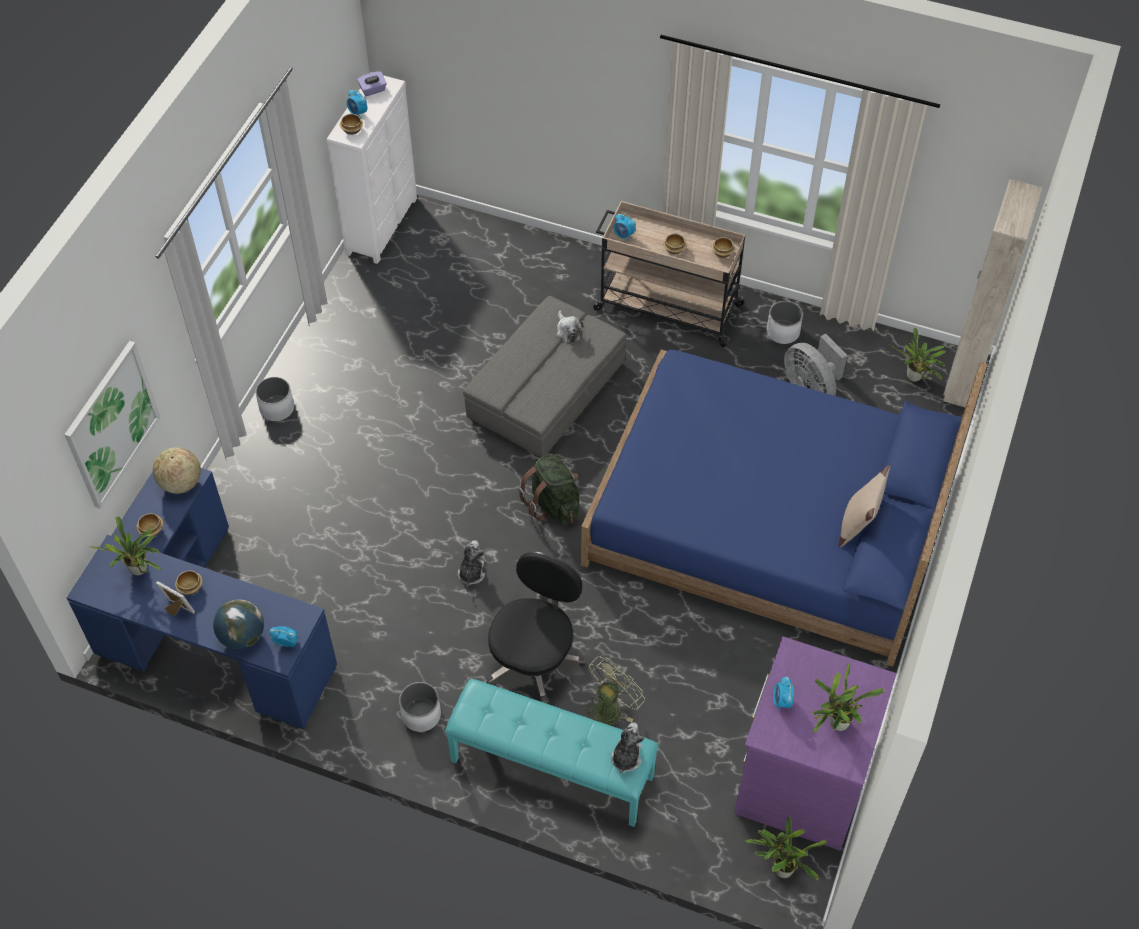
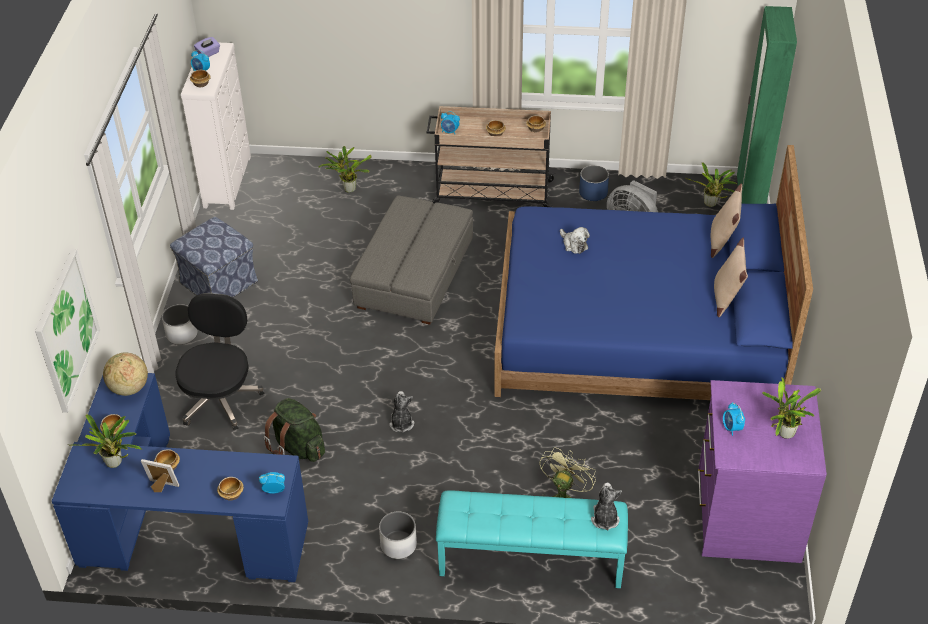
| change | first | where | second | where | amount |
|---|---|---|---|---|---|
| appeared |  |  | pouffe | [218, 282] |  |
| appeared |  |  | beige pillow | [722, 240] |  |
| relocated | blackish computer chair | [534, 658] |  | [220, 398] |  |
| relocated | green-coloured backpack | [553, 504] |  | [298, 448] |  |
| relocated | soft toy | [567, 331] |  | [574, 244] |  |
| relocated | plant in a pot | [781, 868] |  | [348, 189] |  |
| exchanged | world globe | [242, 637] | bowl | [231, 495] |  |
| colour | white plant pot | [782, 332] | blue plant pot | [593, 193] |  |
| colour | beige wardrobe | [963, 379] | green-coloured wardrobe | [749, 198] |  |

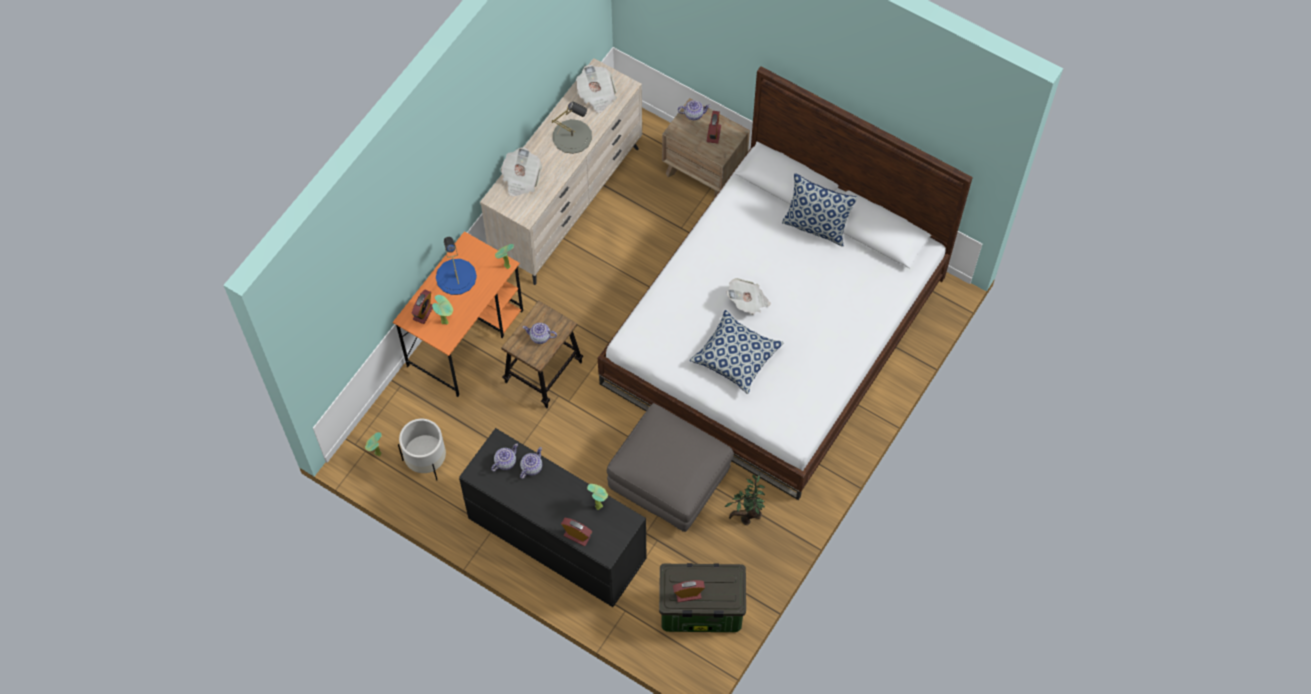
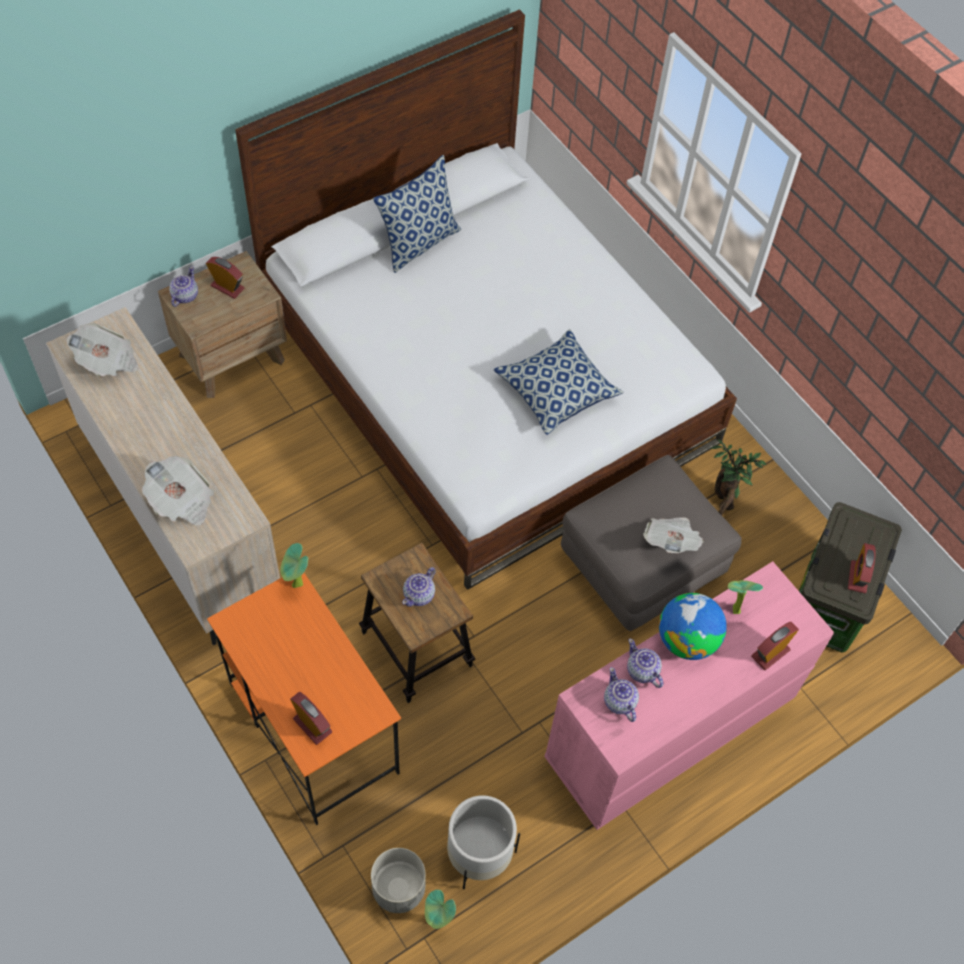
| change | first | where | second | where | amount |
|---|---|---|---|---|---|
| missing | plant in a pot | [446, 321] |  |  |  |
| missing | blue tabletop lamp | [456, 277] |  |  |  |
| missing | gray tabletop lamp | [572, 136] |  |  |  |
| appeared |  |  | gray plant pot | [398, 889] |  |
| appeared |  |  | world globe | [687, 640] |  |
| relocated | daily paper | [748, 302] |  | [671, 542] |  |
| colour | blackish chest of drawers | [556, 539] | pink chest of drawers | [668, 730] |  |

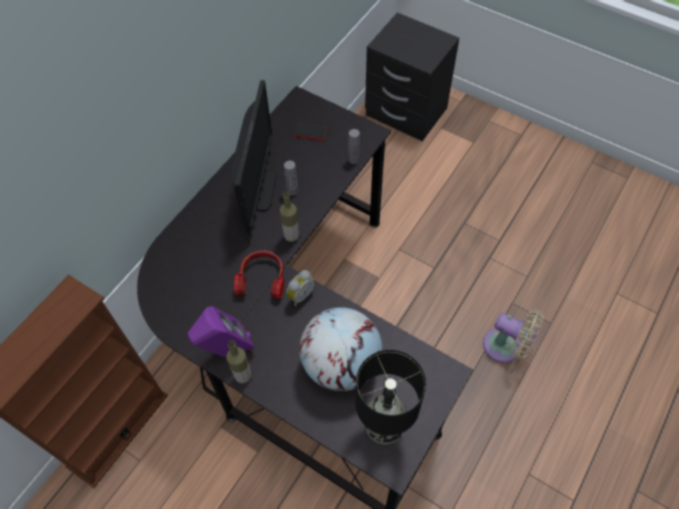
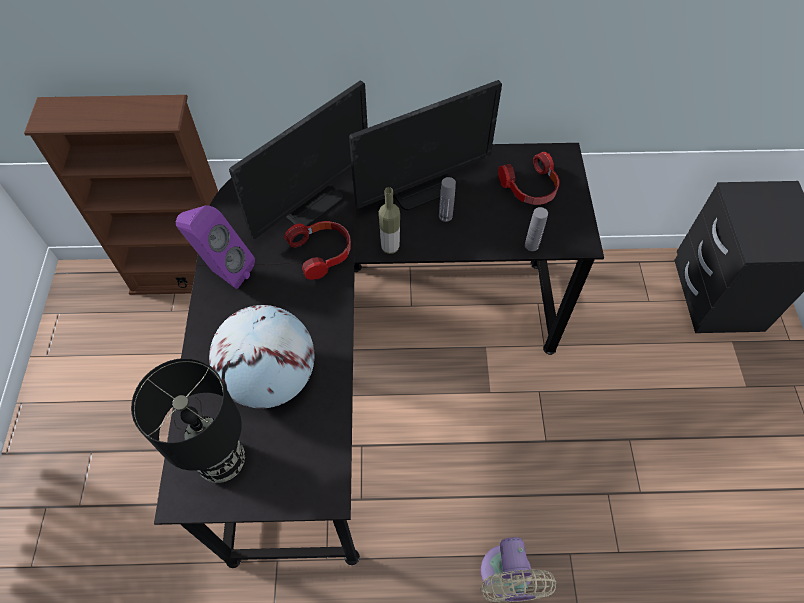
| change | first | where | second | where | amount |
|---|---|---|---|---|---|
| missing | beverage bottle | [243, 376] |  |  |  |
| missing | alarm clock | [300, 295] |  |  |  |
| appeared |  |  | computer display | [311, 203] |  |
| exchanged | telephone | [310, 132] | pair of headphones | [530, 188] |  |

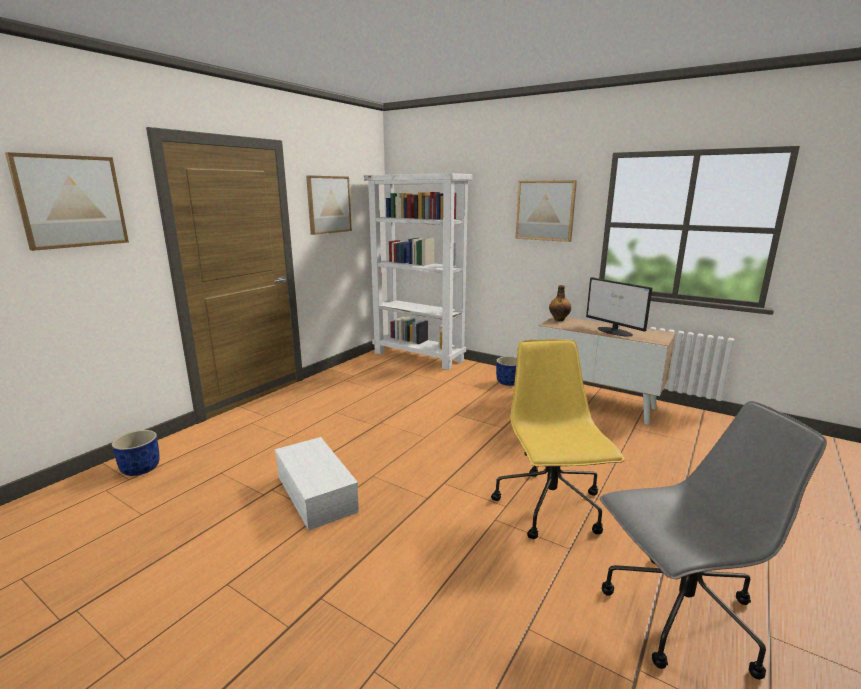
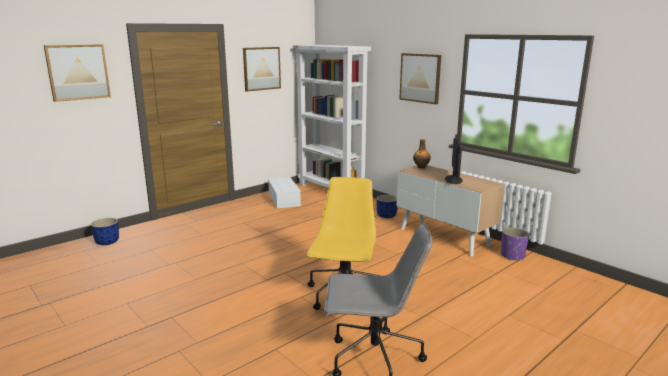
| change | first | where | second | where | amount |
|---|---|---|---|---|---|
| appeared |  |  | purple-coloured plant pot | [512, 256] |  |
| relocated | white storage container | [318, 494] |  | [284, 199] |  |
| spun | computer display | [615, 331] |  | [453, 179] | 150 degrees counterclockwise |

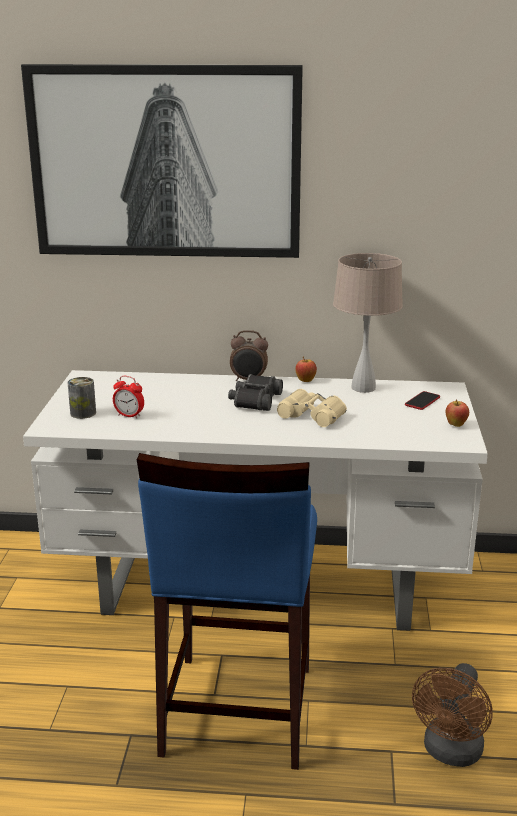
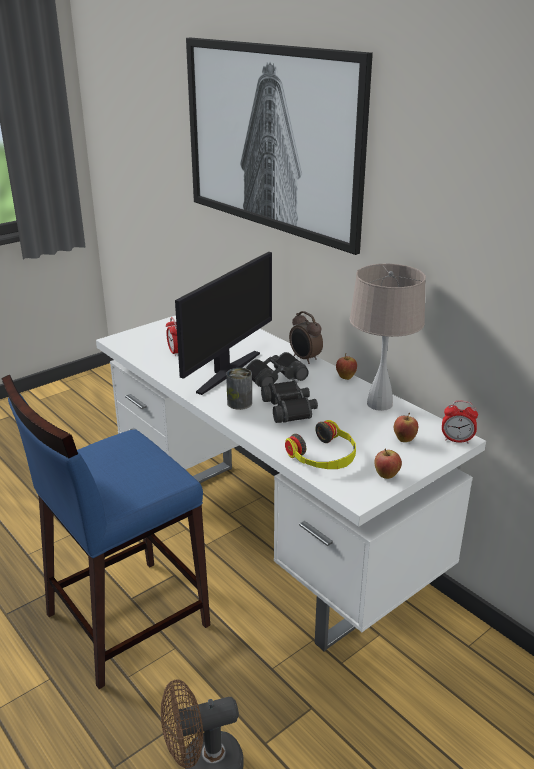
| change | first | where | second | where | amount |
|---|---|---|---|---|---|
| appeared |  |  | computer display | [226, 371] |  |
| appeared |  |  | pair of headphones | [324, 456] |  |
| appeared |  |  | alarm clock | [457, 440] |  |
| relocated | can | [83, 413] |  | [239, 403] |  |
| exchanged | telephone | [422, 401] | apple | [404, 439] |  |
| colour | beige pair of binoculars | [312, 415] | blackish pair of binoculars | [290, 408] |  |

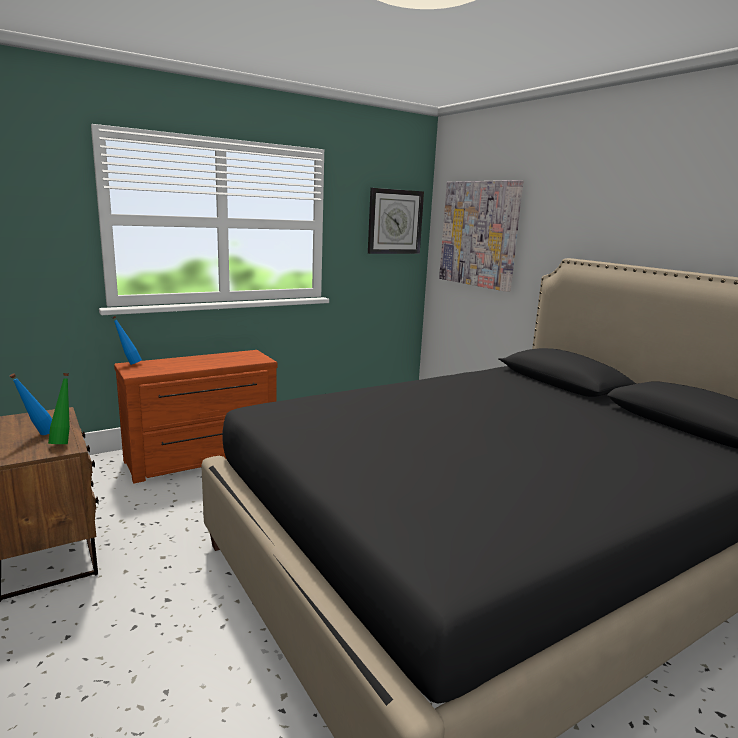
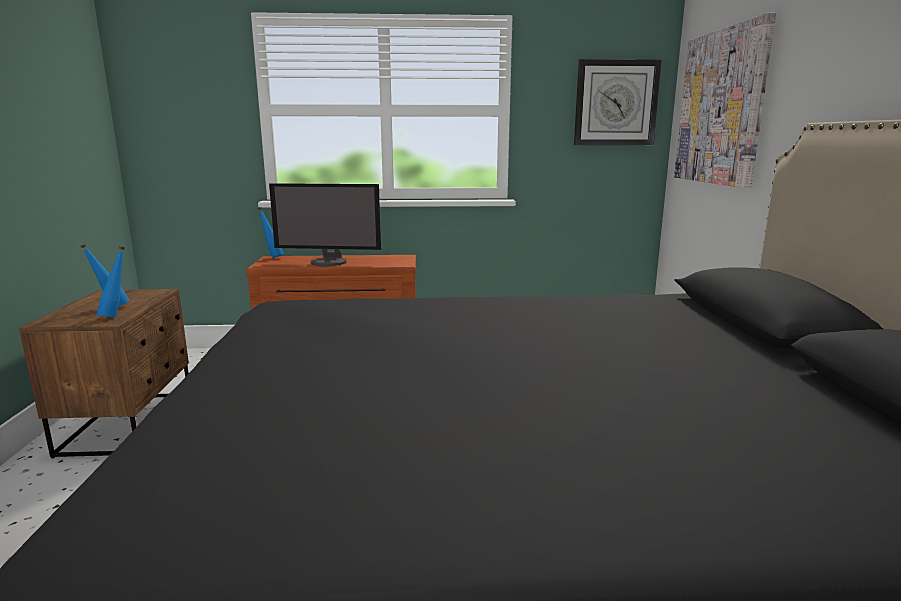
| change | first | where | second | where | amount |
|---|---|---|---|---|---|
| appeared |  |  | computer display | [329, 262] |  |
| colour | green-coloured beverage bottle | [64, 442] | blue beverage bottle | [117, 316] |  |

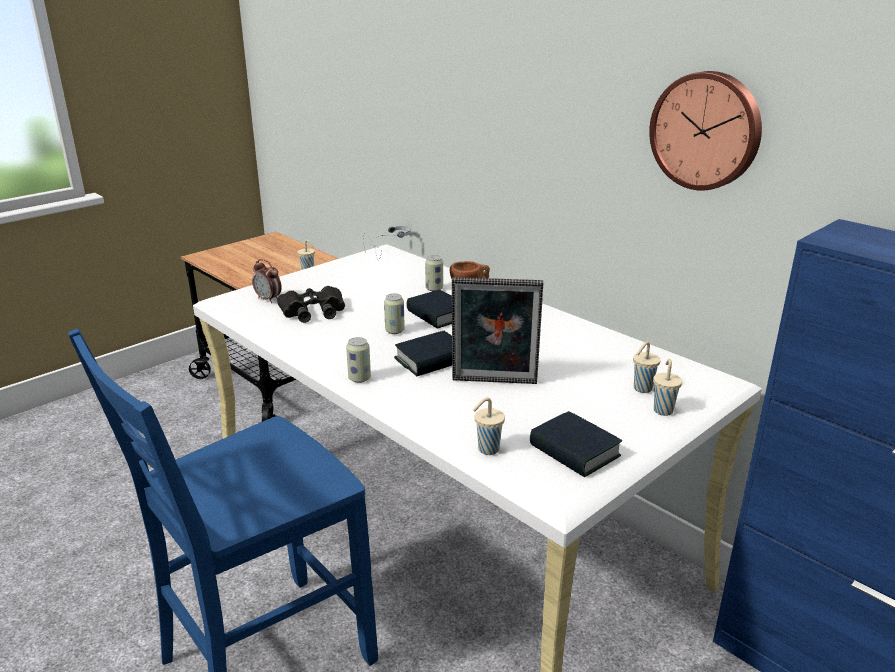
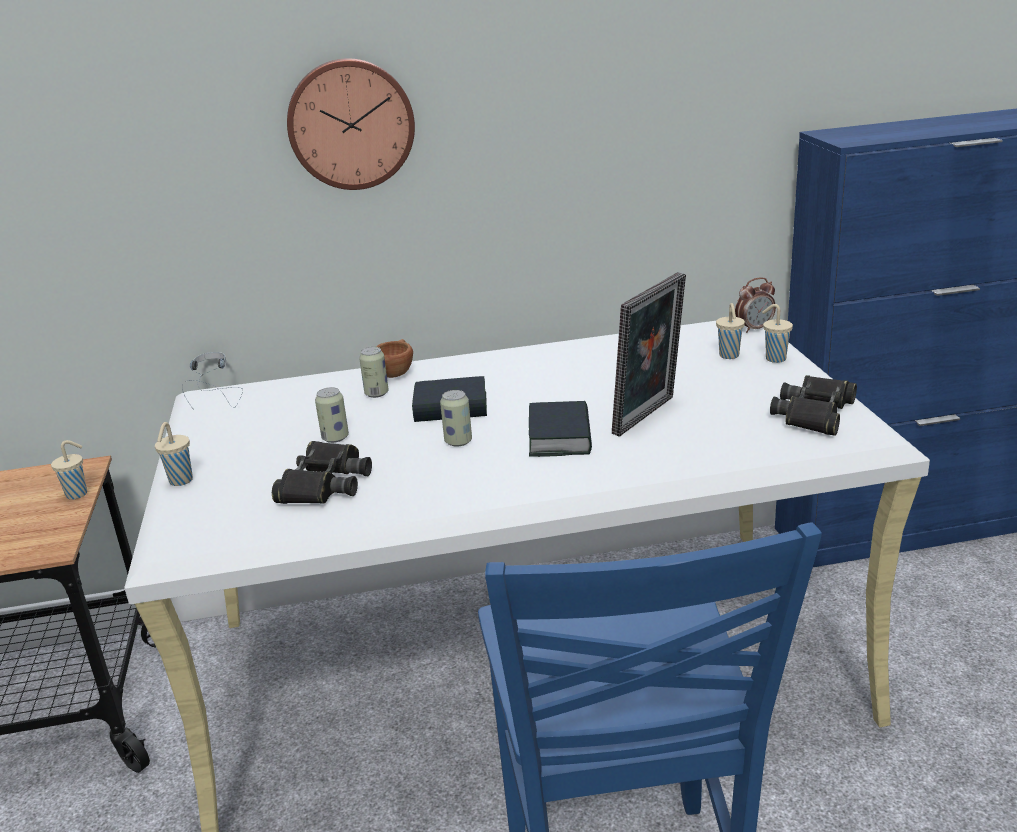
| change | first | where | second | where | amount |
|---|---|---|---|---|---|
| relocated | alarm clock | [268, 299] |  | [754, 329] |  |
| relocated | can | [359, 378] |  | [335, 438] |  |
| relocated | beige cup | [487, 450] |  | [180, 481] |  |
| relocated | hanging clock | [706, 130] |  | [351, 124] |  |
| exchanged | bound book | [574, 451] | blackish pair of binoculars | [814, 414] |  |

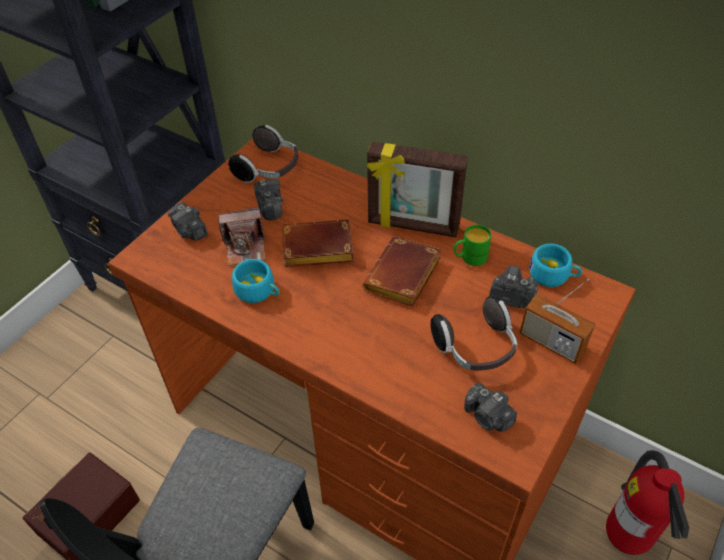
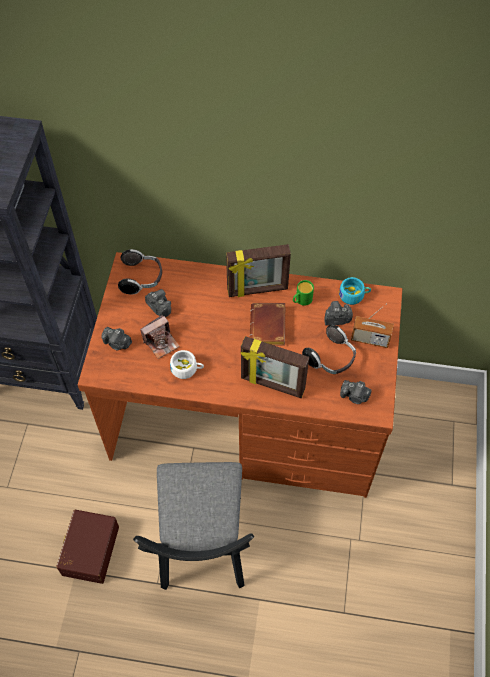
| change | first | where | second | where | amount |
|---|---|---|---|---|---|
| missing | brown bound book | [315, 250] |  |  |  |
| missing | extinguisher | [626, 539] |  |  |  |
| appeared |  |  | photo frame | [272, 385] |  |
| colour | turquoise cup | [259, 291] | white cup | [187, 369] |  |

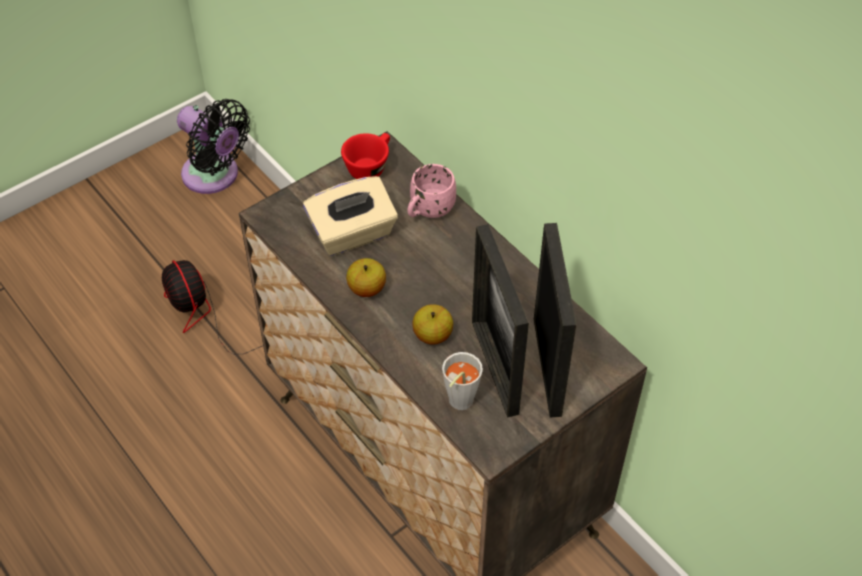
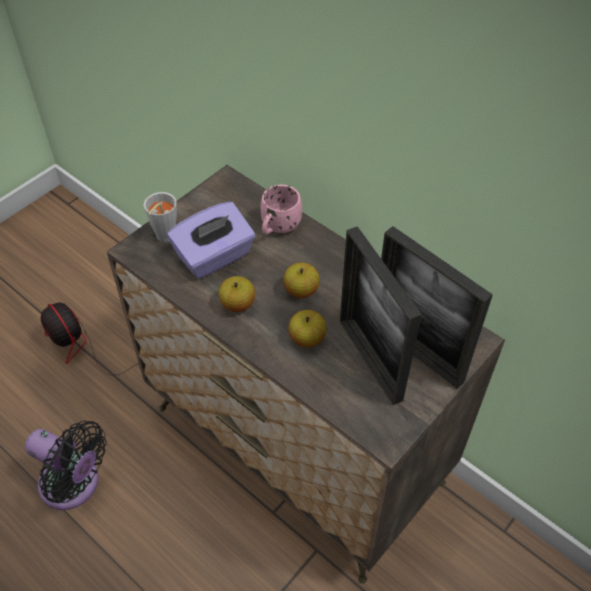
| change | first | where | second | where | amount |
|---|---|---|---|---|---|
| missing | reddish cup | [369, 166] |  |  |  |
| appeared |  |  | apple | [301, 290] |  |
| relocated | blackish fan | [214, 176] |  | [74, 485] |  |
| relocated | gray cup | [457, 404] |  | [163, 238] |  |
| colour | beige tissue holder | [352, 234] | purple-coloured tissue holder | [214, 257] |  |
| spun | photo frame | [547, 366] |  | [417, 352] | 150 degrees clockwise |

